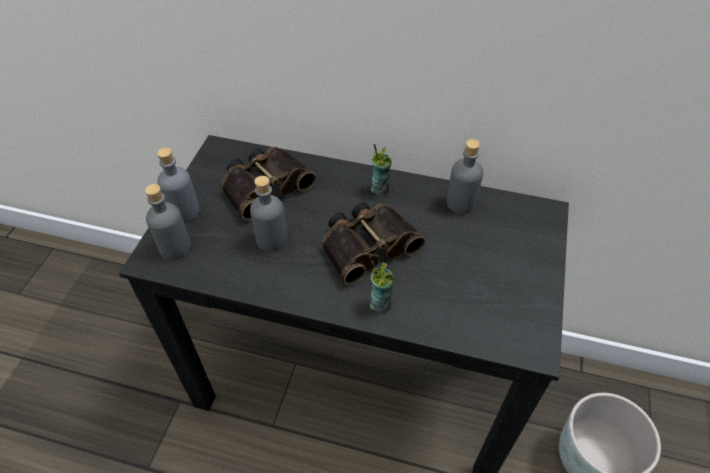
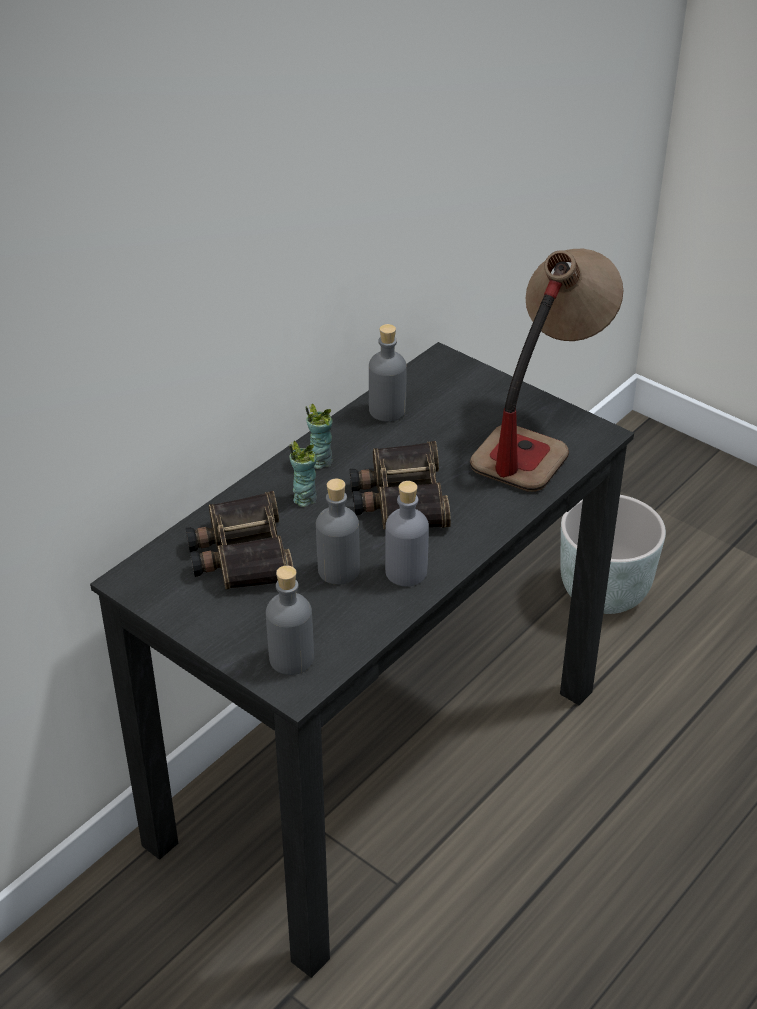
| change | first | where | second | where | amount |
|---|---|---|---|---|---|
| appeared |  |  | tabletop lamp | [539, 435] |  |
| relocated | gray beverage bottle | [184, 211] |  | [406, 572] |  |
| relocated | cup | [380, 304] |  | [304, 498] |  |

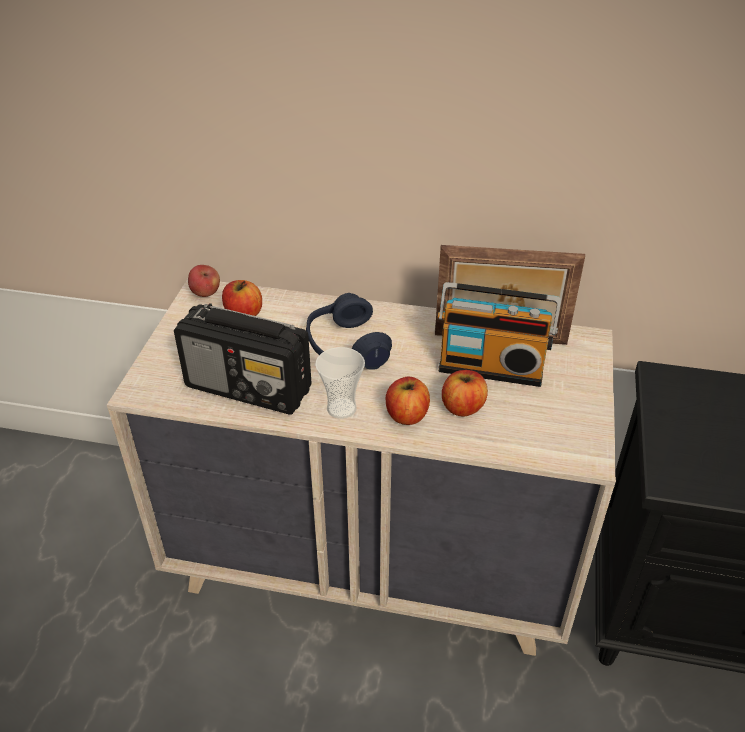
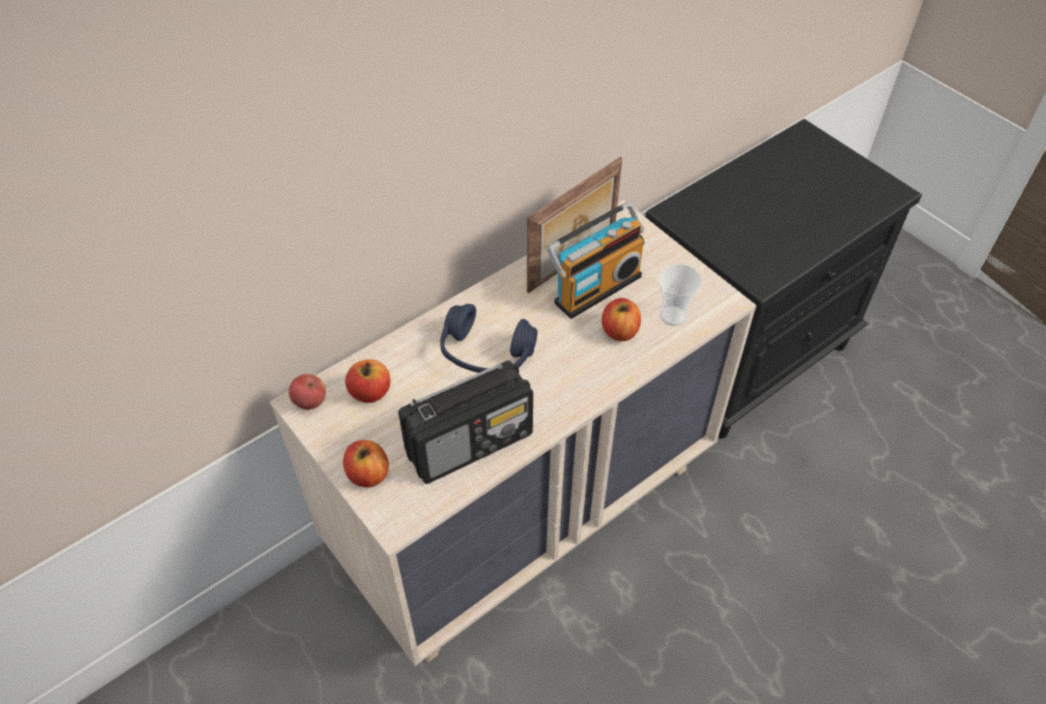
| change | first | where | second | where | amount |
|---|---|---|---|---|---|
| relocated | cup | [341, 408] |  | [673, 316] |  |
| relocated | apple | [407, 415] |  | [368, 474] |  |

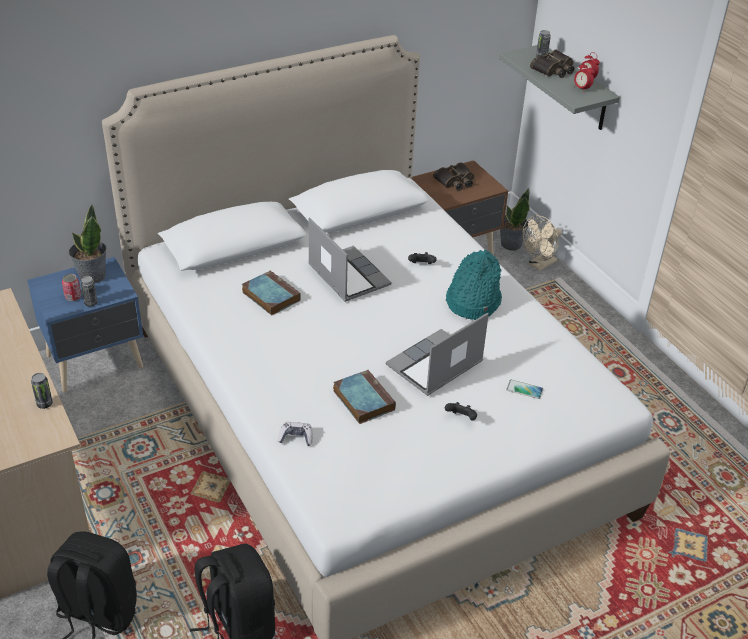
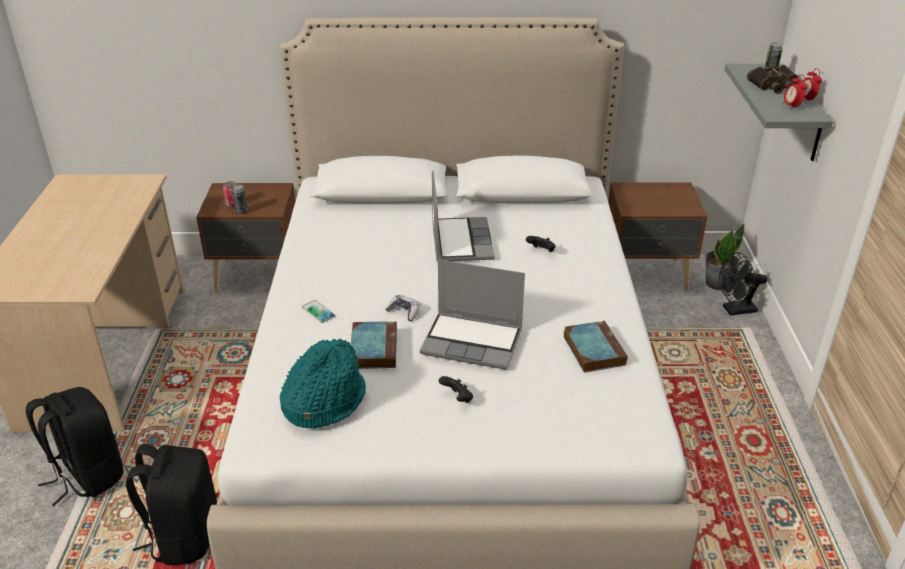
| change | first | where | second | where | amount |
|---|---|---|---|---|---|
| missing | can | [44, 404] |  |  |  |
| missing | plant in a pot | [92, 276] |  |  |  |
| missing | pair of binoculars | [455, 181] |  |  |  |
| relocated | bound book | [270, 296] |  | [592, 350] |  |
| relocated | joypad | [296, 437] |  | [404, 312] |  |
| relocated | turquoise wearable hat | [472, 301] |  | [324, 401] |  |
| relocated | telephone | [524, 390] |  | [318, 312] |  |
| colour | blue nightstand | [97, 362] | brown nightstand | [258, 276] |  |
| colour | beige fan | [539, 265] | blackish fan | [734, 310] |  |
| spun | notebook computer | [434, 365] |  | [473, 341] | 150 degrees counterclockwise |

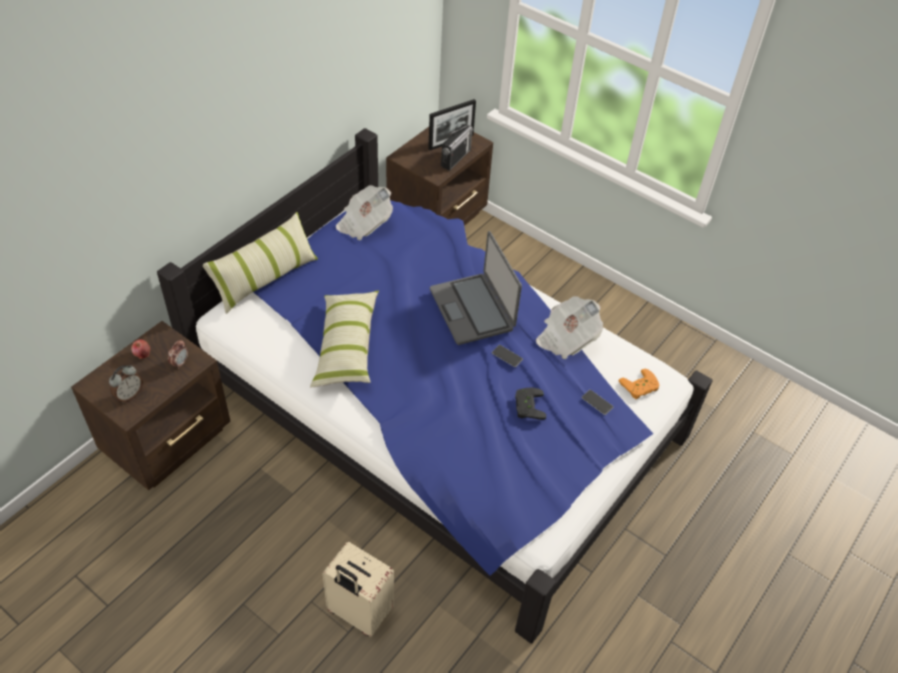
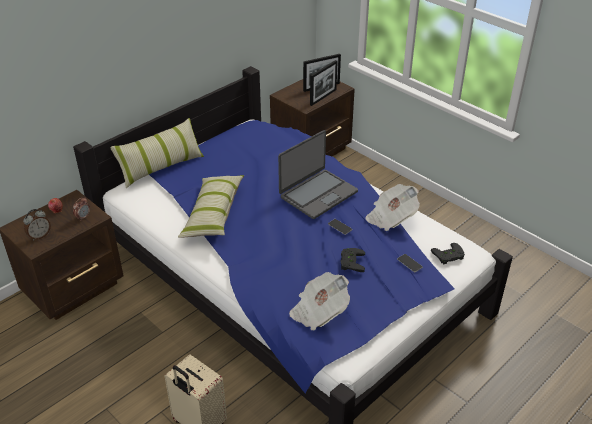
| change | first | where | second | where | amount |
|---|---|---|---|---|---|
| relocated | daily paper | [364, 224] |  | [319, 311] |  |
| exchanged | radio receiver | [455, 158] | photo frame | [323, 97] |  |
| colour | orange-coloured joypad | [640, 387] | blackish joypad | [448, 256] |  |
| spun | notebook computer | [472, 309] |  | [318, 194] | 120 degrees counterclockwise |

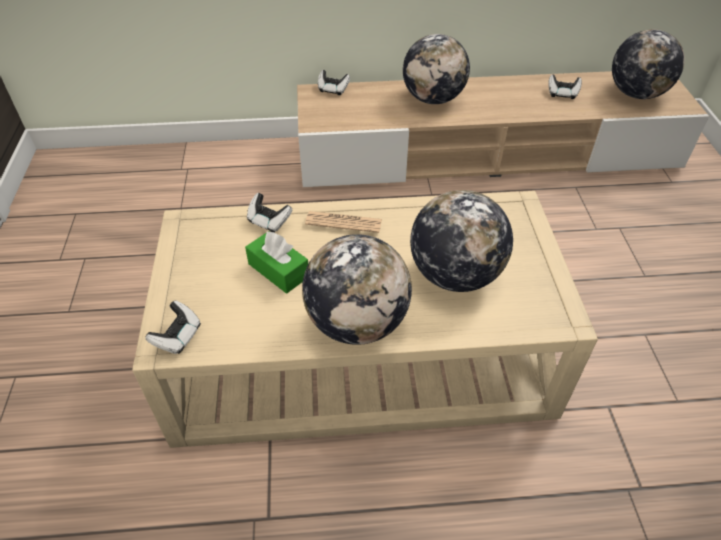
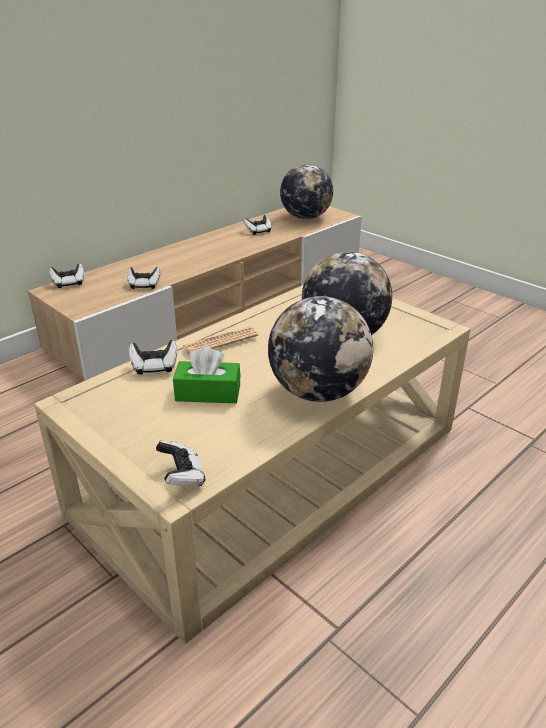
| change | first | where | second | where | amount |
|---|---|---|---|---|---|
| missing | world globe | [433, 99] |  |  |  |
| appeared |  |  | joypad | [144, 285] |  |

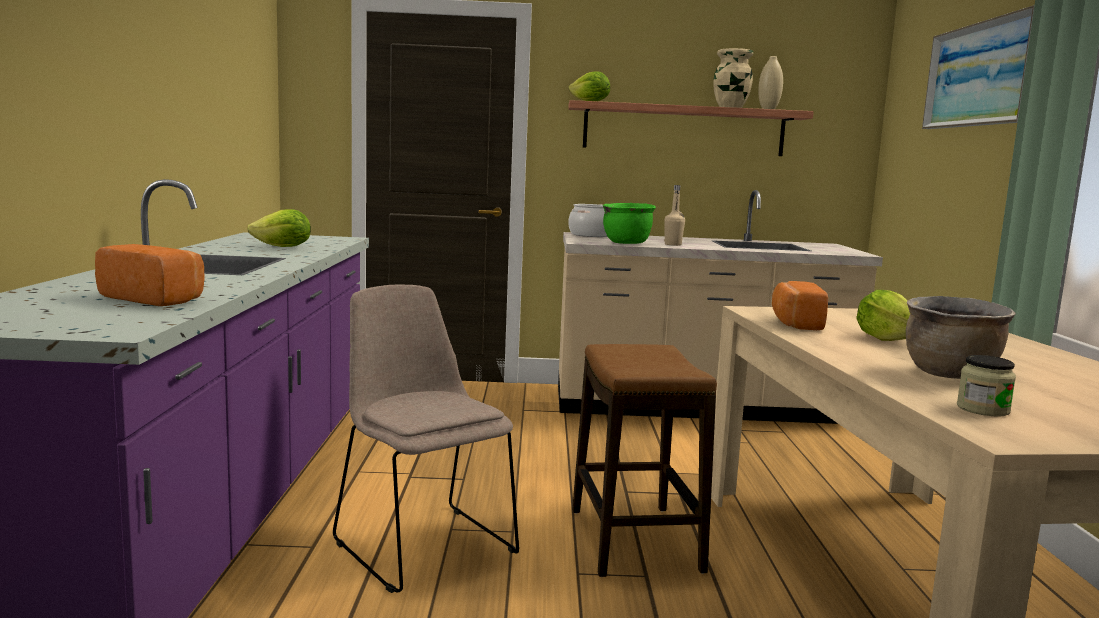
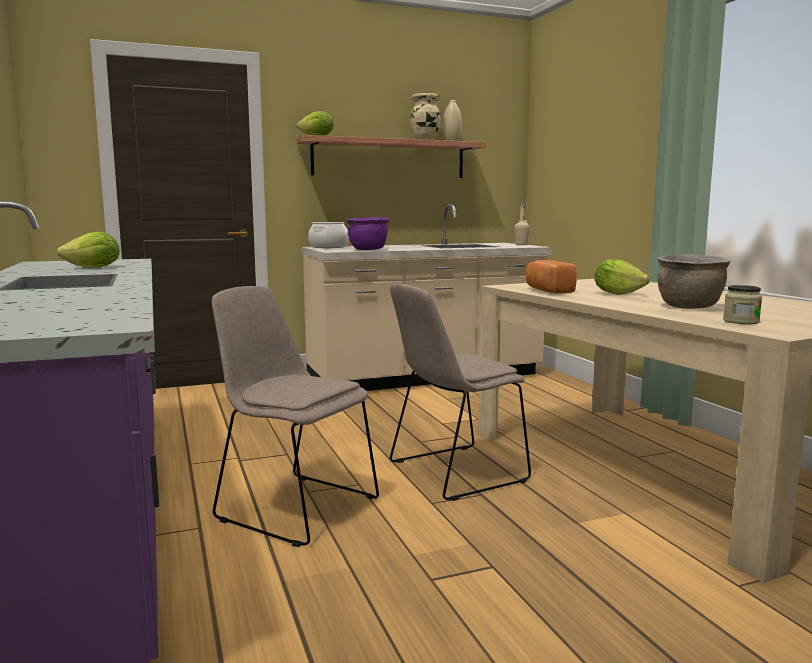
| change | first | where | second | where | amount |
|---|---|---|---|---|---|
| missing | bakery bread | [155, 299] |  |  |  |
| missing | wall art | [979, 75] |  |  |  |
| relocated | beige beverage bottle | [673, 244] |  | [521, 245] |  |
| exchanged | stool | [634, 540] | beige upright chair | [453, 473] |  |
| colour | green-coloured stockpot | [627, 243] | purple-coloured stockpot | [368, 250] |  |

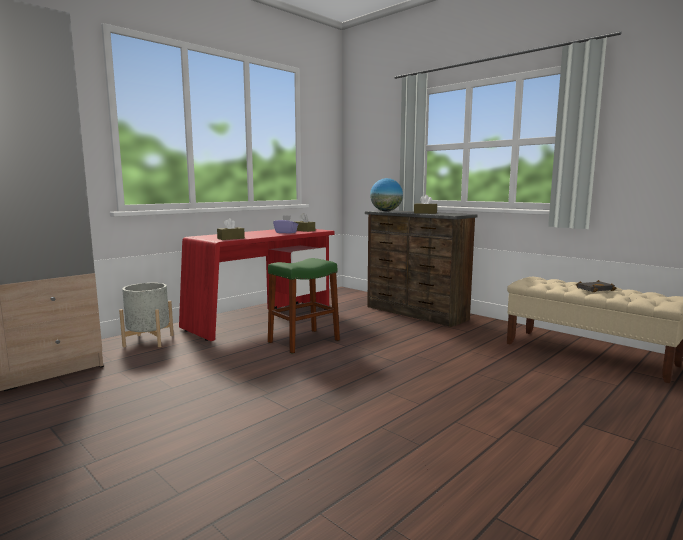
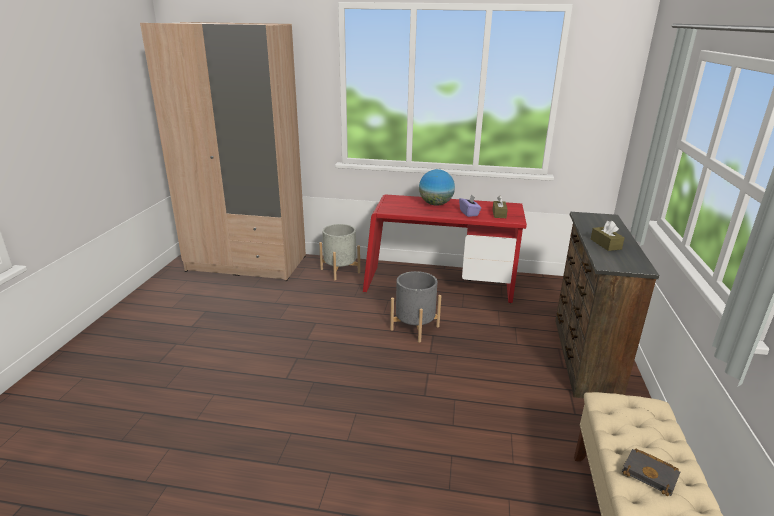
| change | first | where | second | where | amount |
|---|---|---|---|---|---|
| missing | brown tissue holder | [231, 238] |  |  |  |
| relocated | world globe | [386, 211] |  | [435, 204] |  |
| exchanged | green-coloured stool | [303, 341] | gray plant pot | [414, 328] |  |

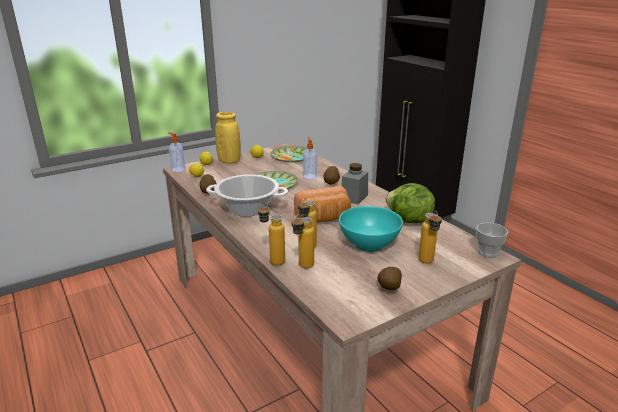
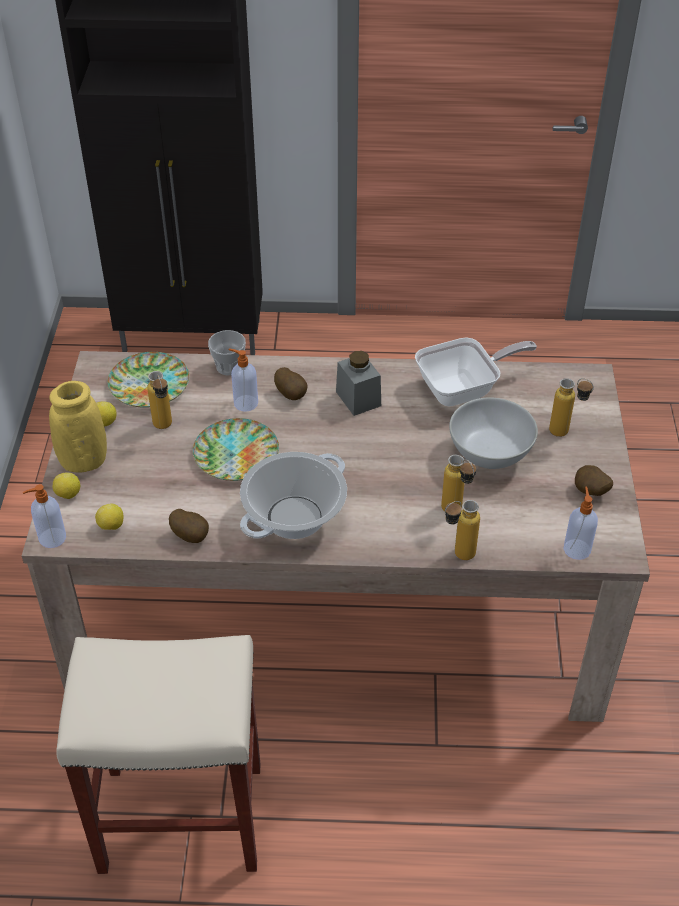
| change | first | where | second | where | amount |
|---|---|---|---|---|---|
| missing | bakery bread | [324, 218] |  |  |  |
| appeared |  |  | beige stool | [179, 818] |  |
| appeared |  |  | soap dispenser | [576, 548] |  |
| relocated | beverage bottle | [302, 268] |  | [164, 428] |  |
| relocated | cup | [488, 252] |  | [229, 367] |  |
| exchanged | head of lettuce | [408, 221] | skillet | [464, 389] |  |
| colour | turquoise bowl | [369, 244] | white bowl | [490, 455] |  |

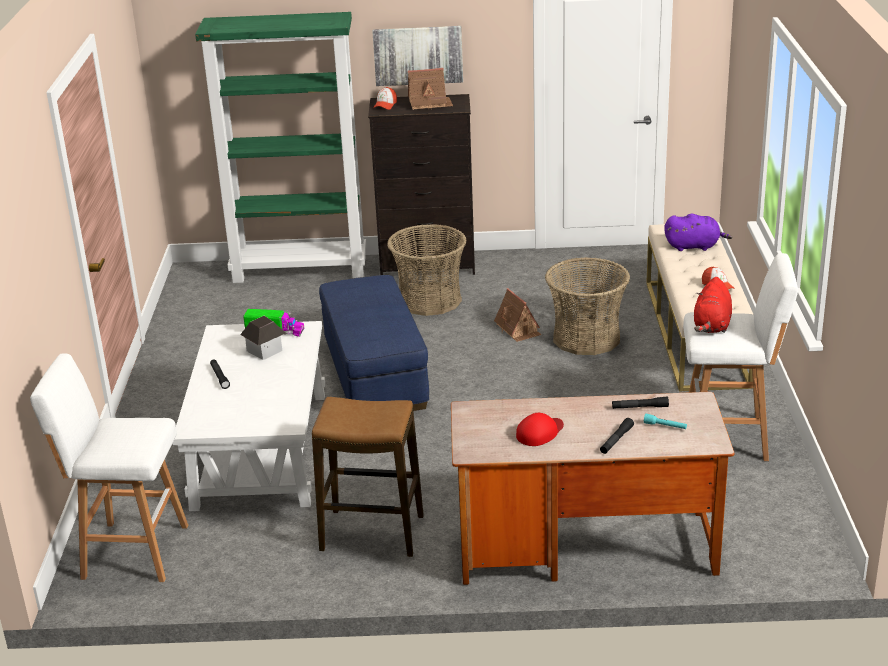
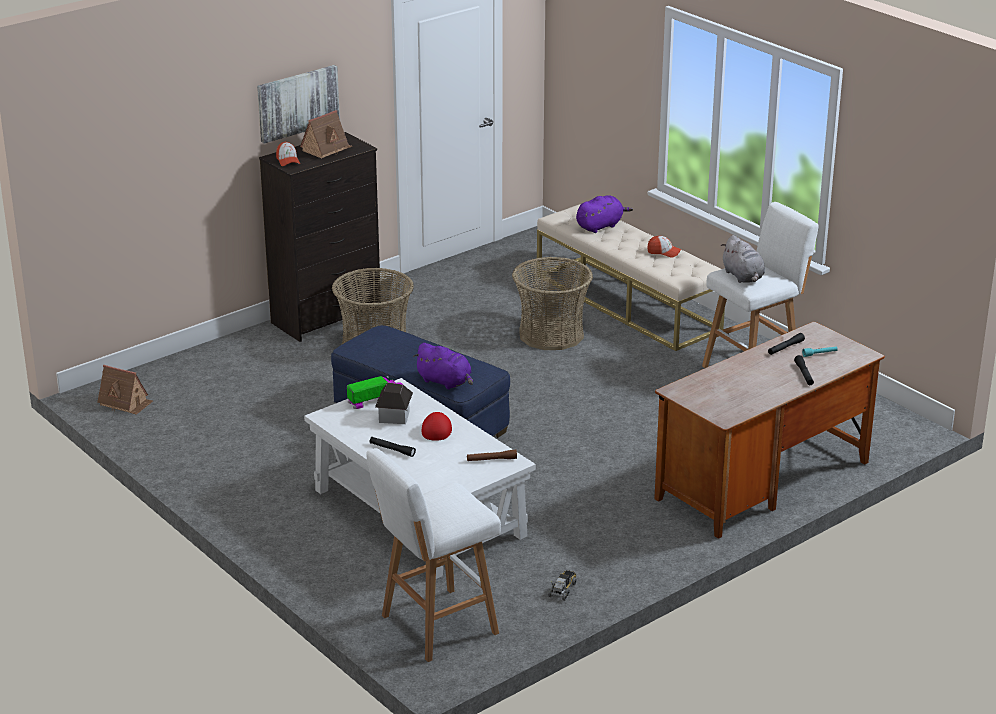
| change | first | where | second | where | amount |
|---|---|---|---|---|---|
| missing | green-coloured bookshelf | [301, 270] |  |  |  |
| missing | stool | [372, 533] |  |  |  |
| appeared |  |  | purple-coloured soft toy | [445, 382] |  |
| appeared |  |  | brown torch | [491, 460] |  |
| appeared |  |  | model truck | [563, 589] |  |
| relocated | model house | [518, 329] |  | [125, 403] |  |
| relocated | reddish cap | [540, 432] |  | [437, 429] |  |
| colour | reddish soft toy | [711, 326] | gray soft toy | [743, 277] |  |

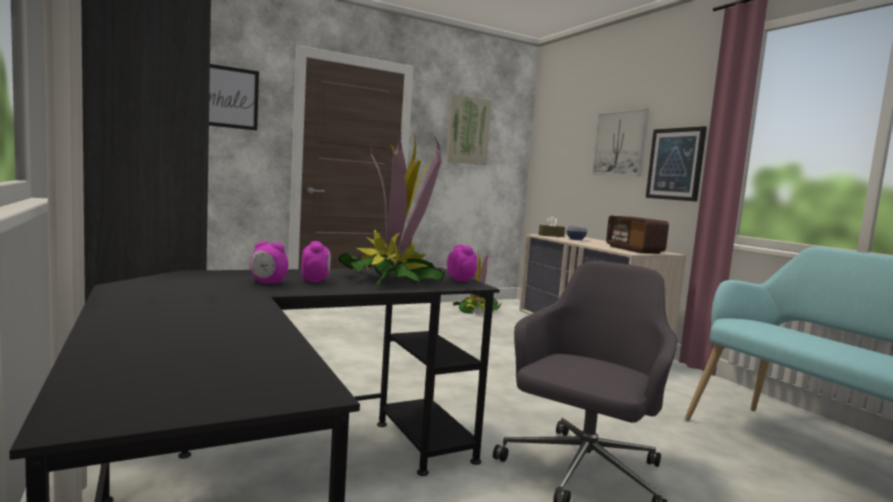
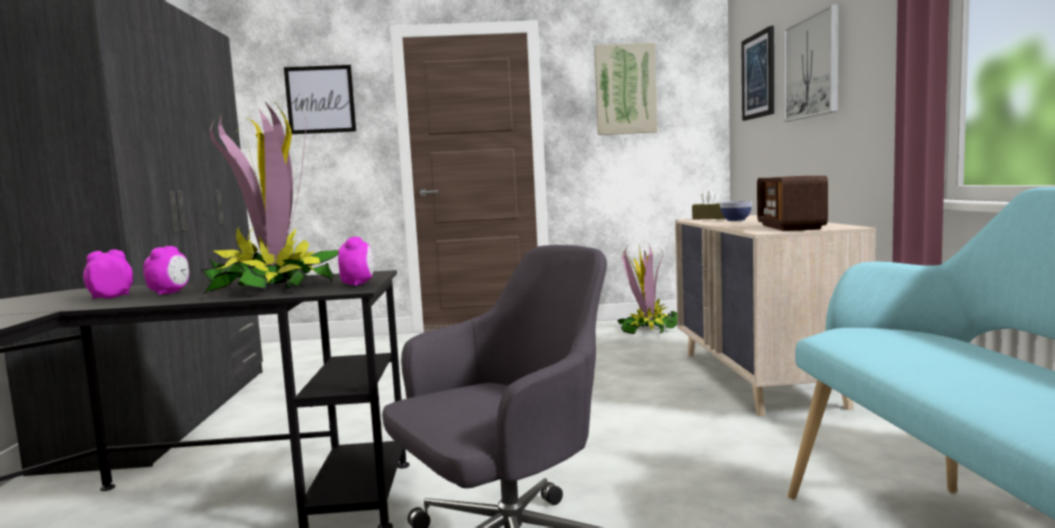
| change | first | where | second | where | amount |
|---|---|---|---|---|---|
| relocated | wall art | [675, 164] |  | [759, 75] |  |
| spun | alarm clock | [268, 283] |  | [111, 297] | 120 degrees clockwise |

